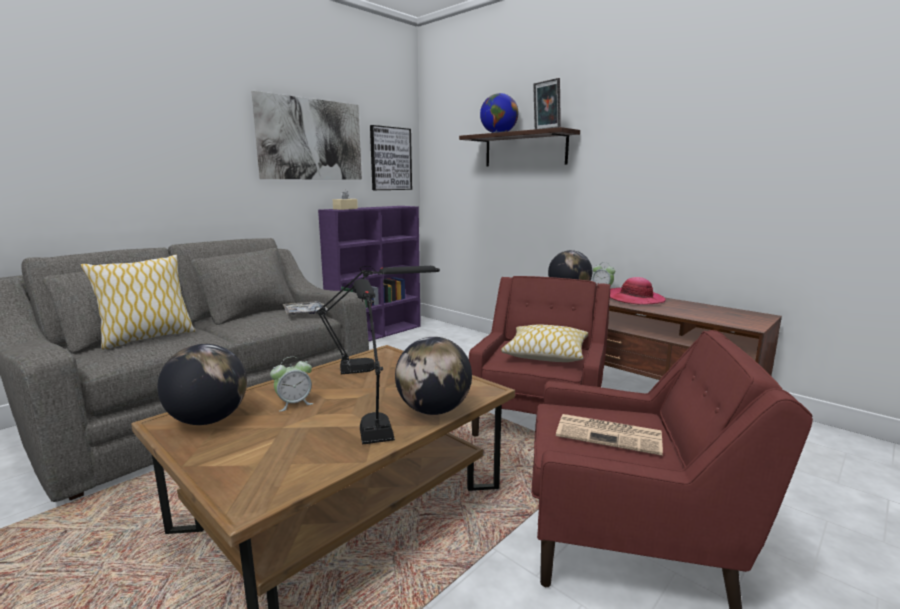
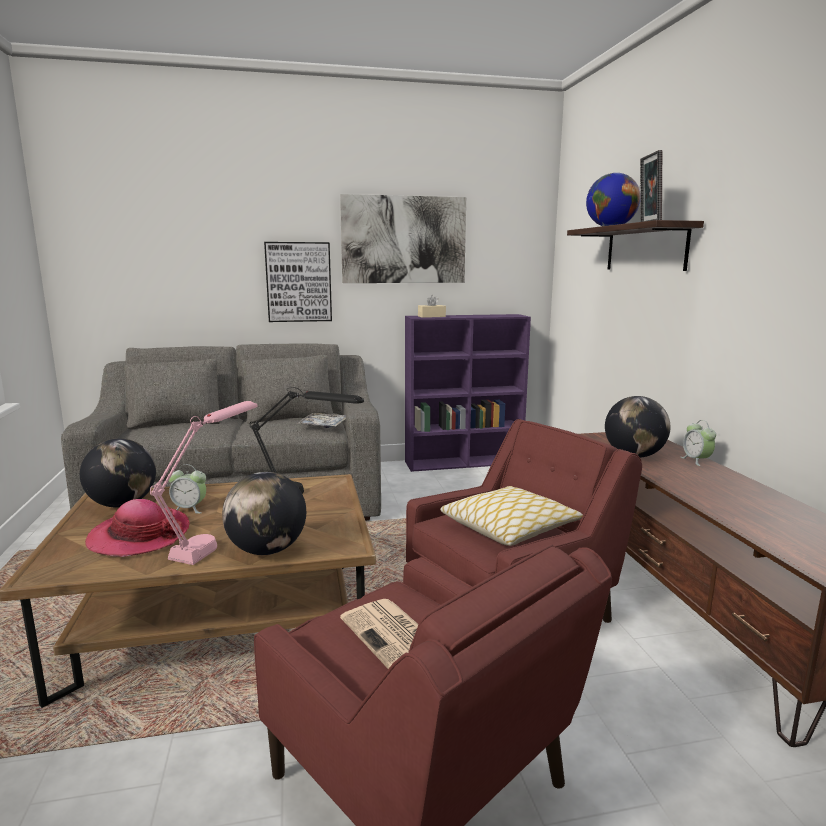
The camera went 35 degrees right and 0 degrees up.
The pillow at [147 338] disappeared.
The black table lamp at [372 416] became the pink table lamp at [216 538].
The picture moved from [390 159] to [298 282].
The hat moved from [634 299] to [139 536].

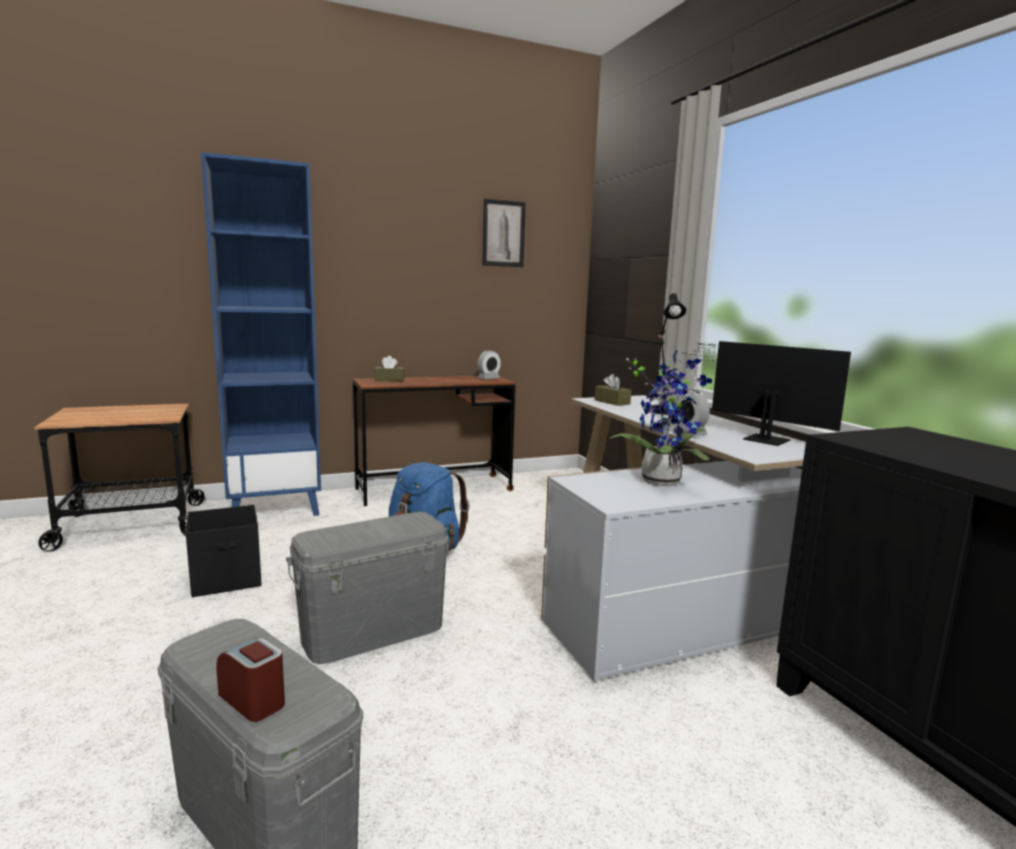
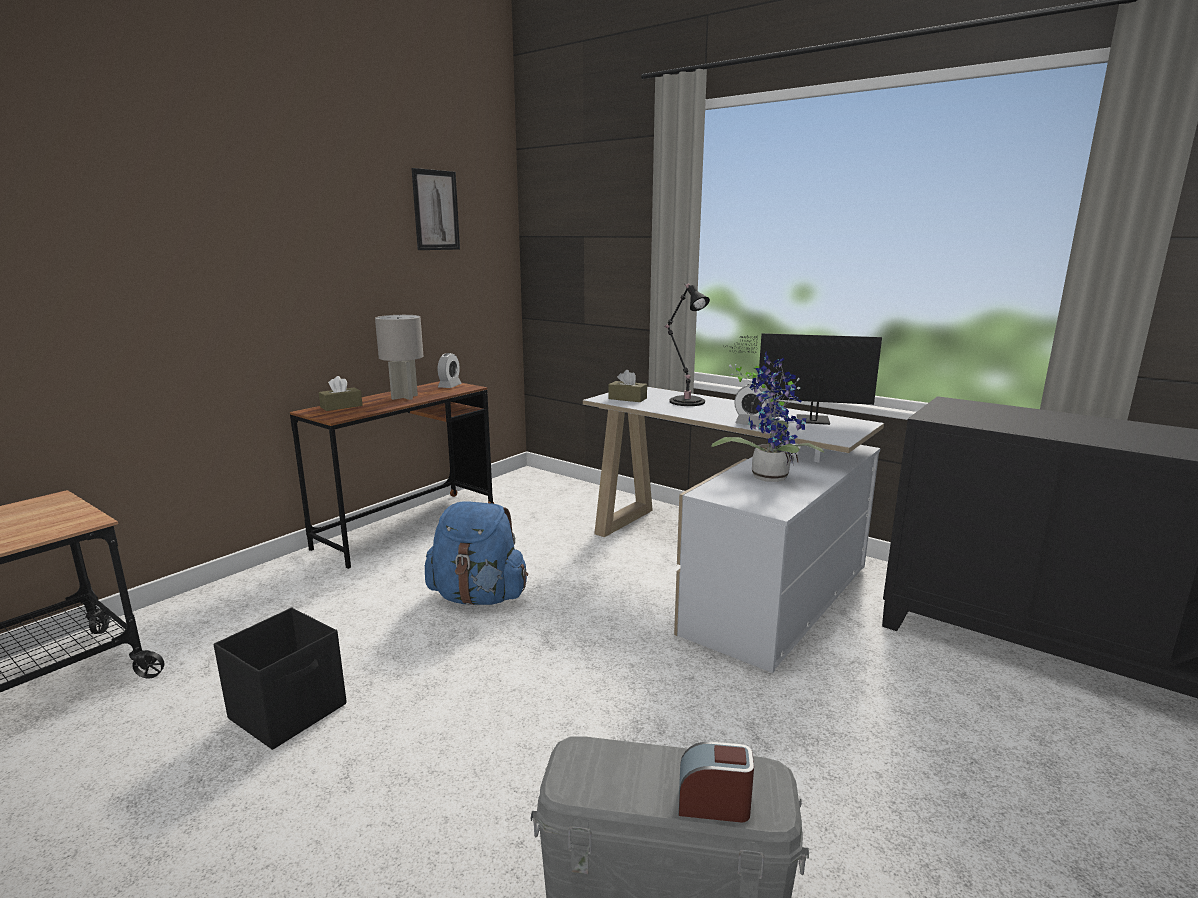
The camera went 30 degrees left and 5 degrees up.
The blue bookcase at [275 508] disappeared.
The grey storage box at [373 631] disappeared.
The grey table lamp at [405 397] appeared.

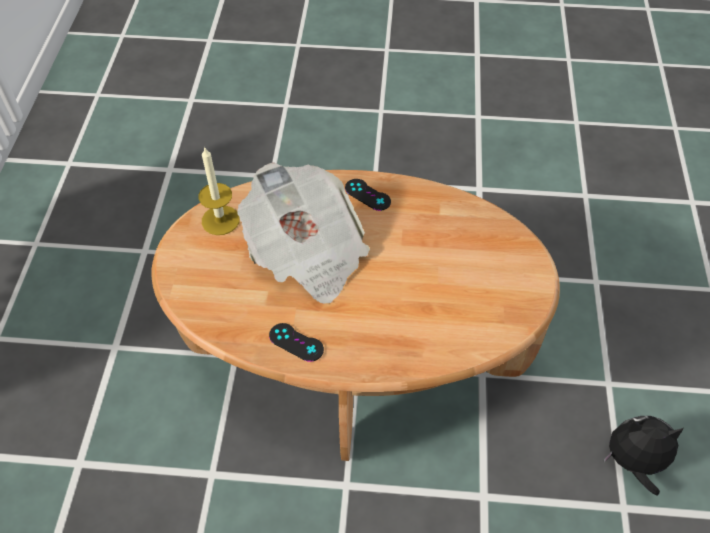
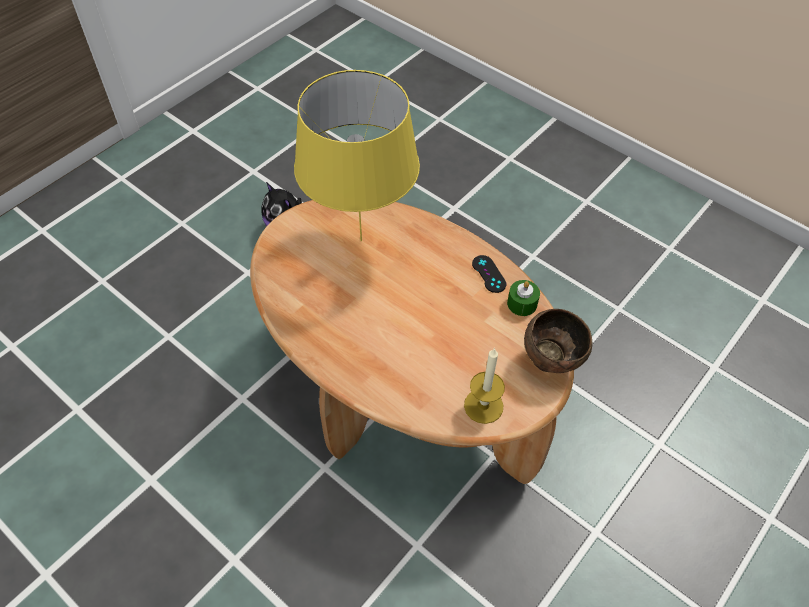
The camera went 145 degrees left and 0 degrees up.
The newspaper at [307 253] disappeared.
The black game controller at [367 195] disappeared.
The yellow table lamp at [360 240] appeared.
The green candle at [522 303] appeared.
The brown bowl at [551 361] appeared.

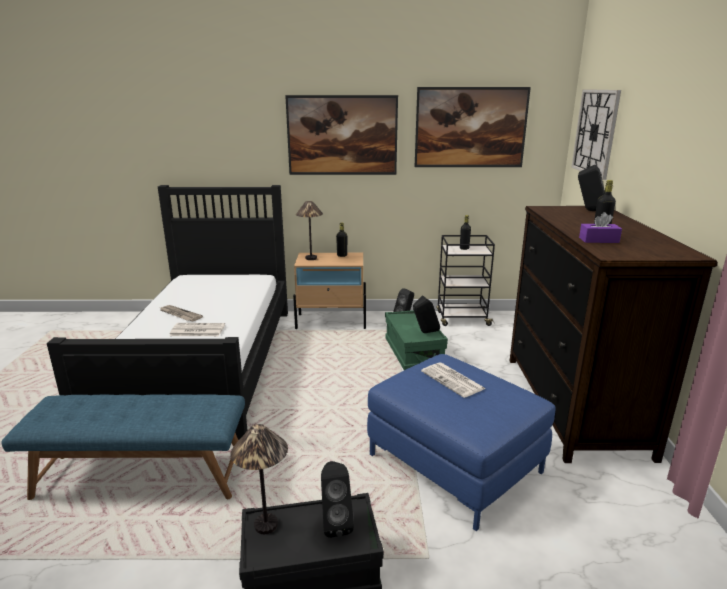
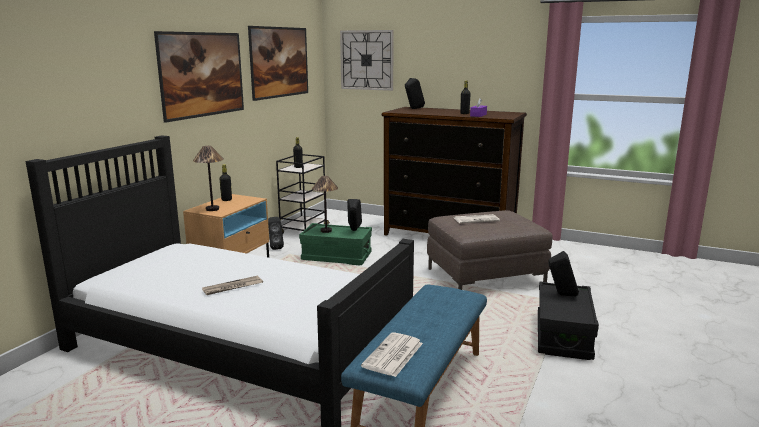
The camera went 65 degrees left and 5 degrees down.
The newspaper moved from [197 330] to [393 355].
The table lamp moved from [265 525] to [326 231].
The blue ottoman at [455 463] became the brown ottoman at [485 277].

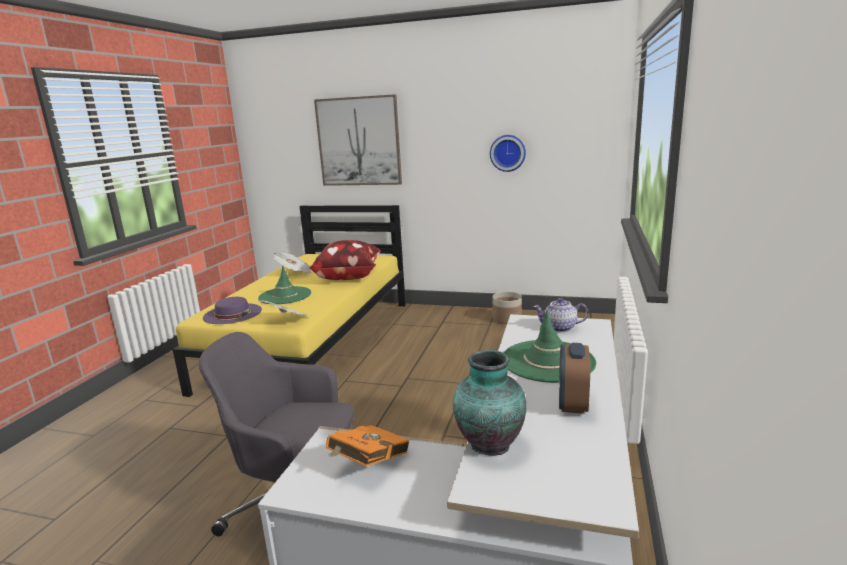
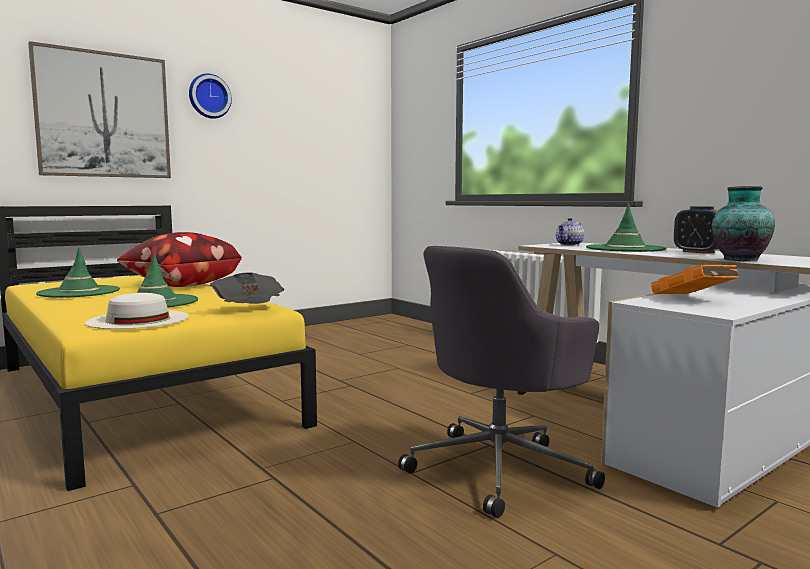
The camera went 55 degrees left and 10 degrees down.
The purple hat at [232 313] became the white hat at [138 319].
The newspaper at [294 272] was replaced by the green hat at [79 292].
The wall clock moved from [508 153] to [209 96].
The planter at [506 319] disappeared.

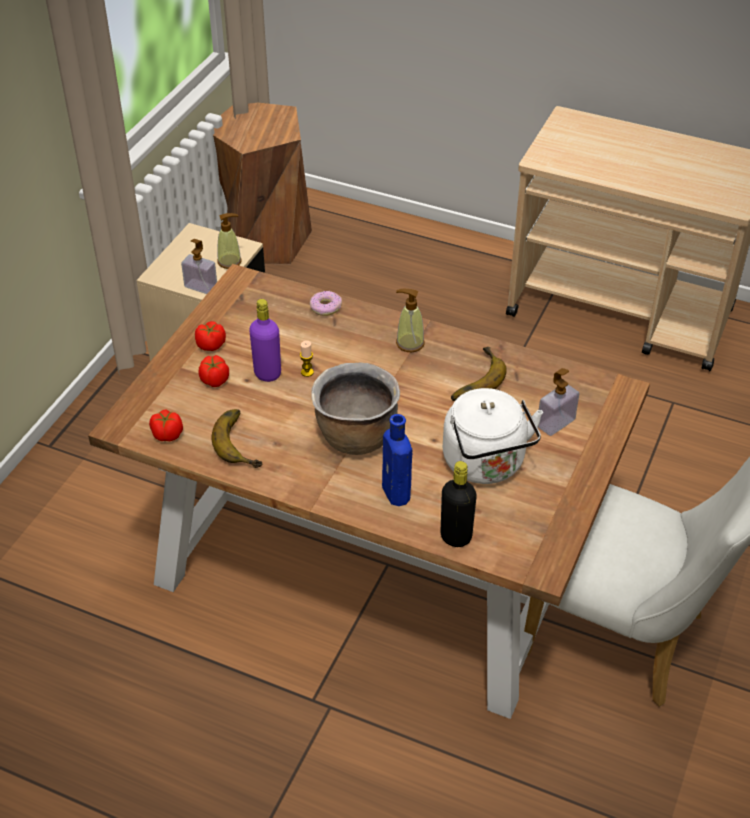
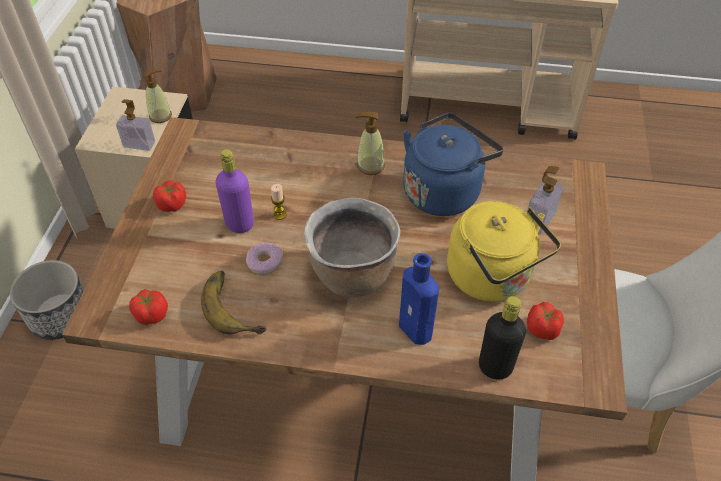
The camera went 15 degrees left and 5 degrees up.
The tomato moved from [214 380] to [542 329].
The donut moved from [325 307] to [264 262].
The white kettle at [486 465] became the yellow kettle at [493 278].
The banana at [473 379] was replaced by the blue kettle at [444 191].
The planter at [61 315] appeared.

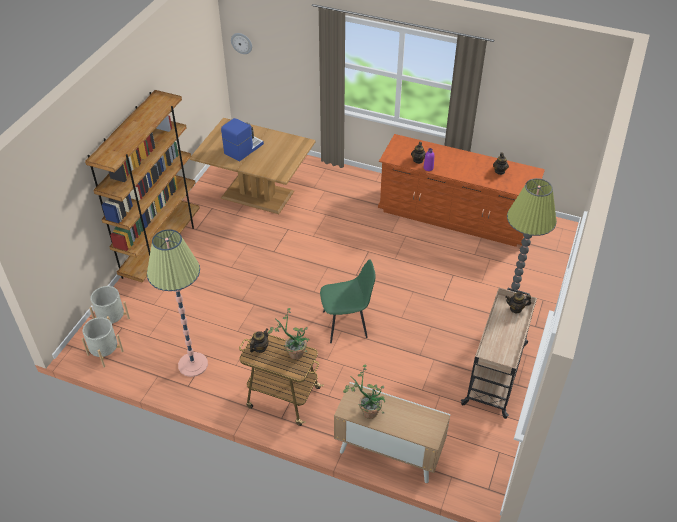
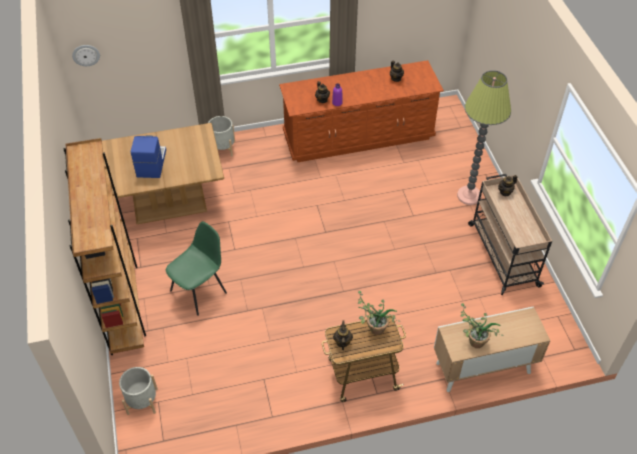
The camera went 35 degrees left and 5 degrees up.
The grey planter moved from [105 353] to [223 148].
The floor lamp at [193 364] disappeared.
The green chair moved from [346 324] to [199 291].

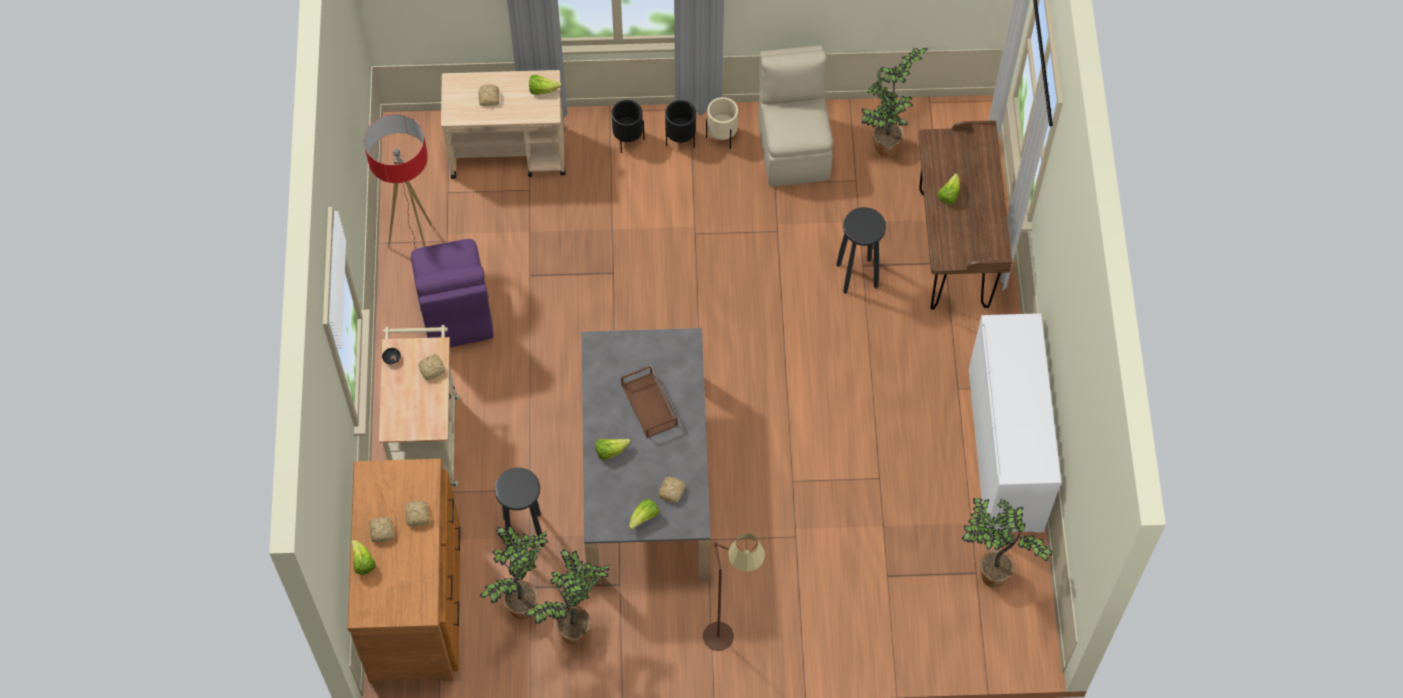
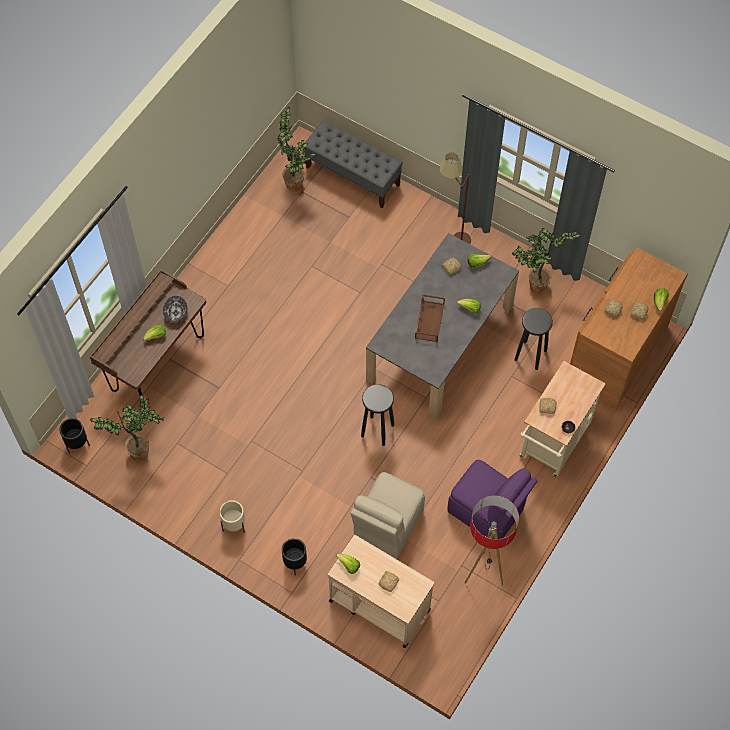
The camera went 145 degrees left and 0 degrees up.
The purple chair at [455 312] turned 105 degrees clockwise.
The potted plant at [522 603] disappeared.
The black planter moved from [681 140] to [77 444].
The beige chair moved from [793 148] to [387 526].
The black stool moved from [857 275] to [377 430].
The white cabinet at [1005 450] disappeared.
The bowl at [175 313] appeared.
The grey bench at [353 176] appeared.

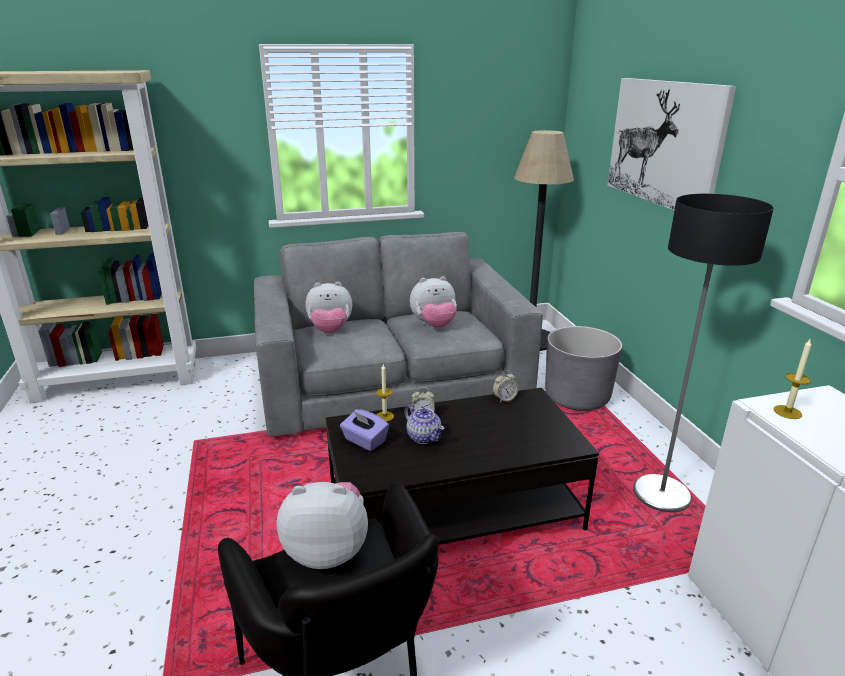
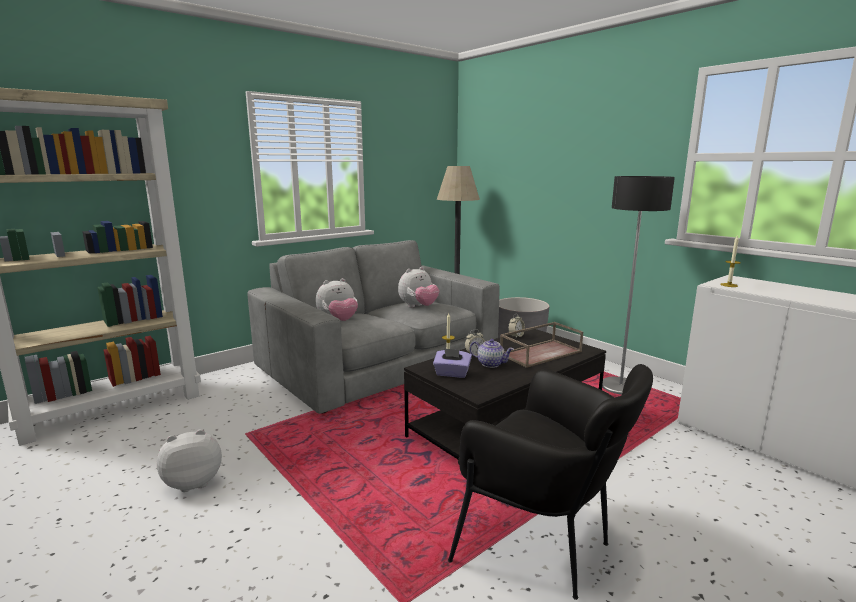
The camera went 25 degrees left and 10 degrees down.
The plush toy moved from [327 550] to [193 482].
The picture at [664 143] disappeared.
The brown tray at [540 352] appeared.

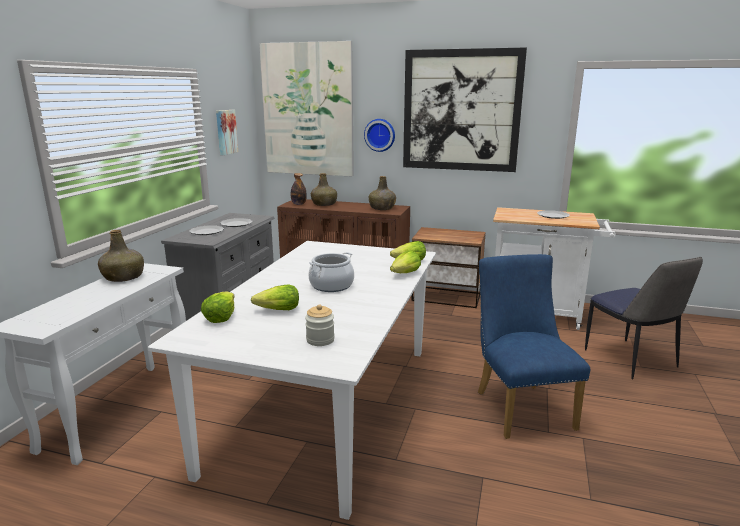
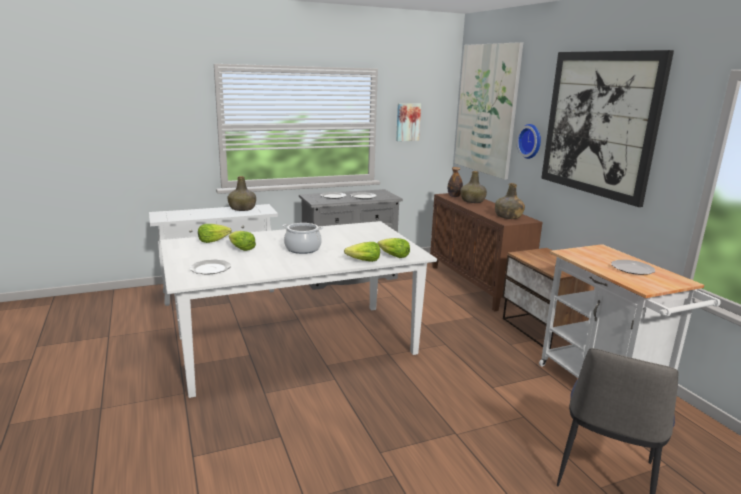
The camera went 50 degrees right and 0 degrees up.
The jar at [320 340] was replaced by the plate at [211 268].
The blue chair at [520 406] disappeared.

